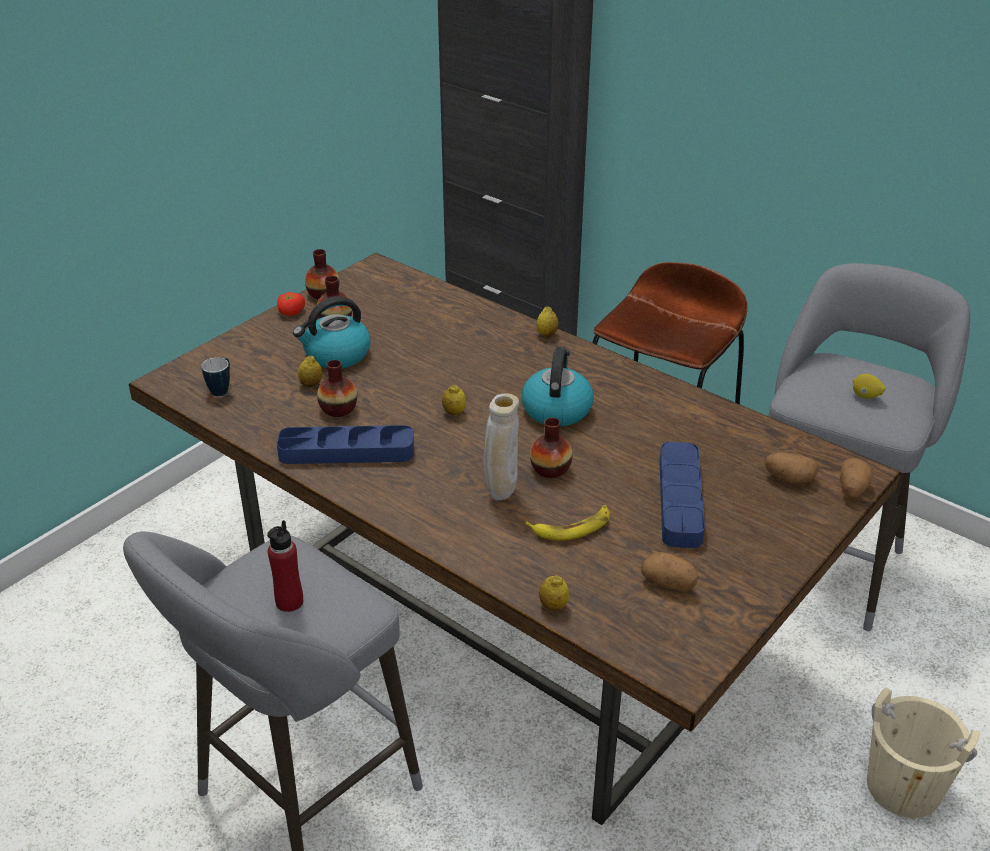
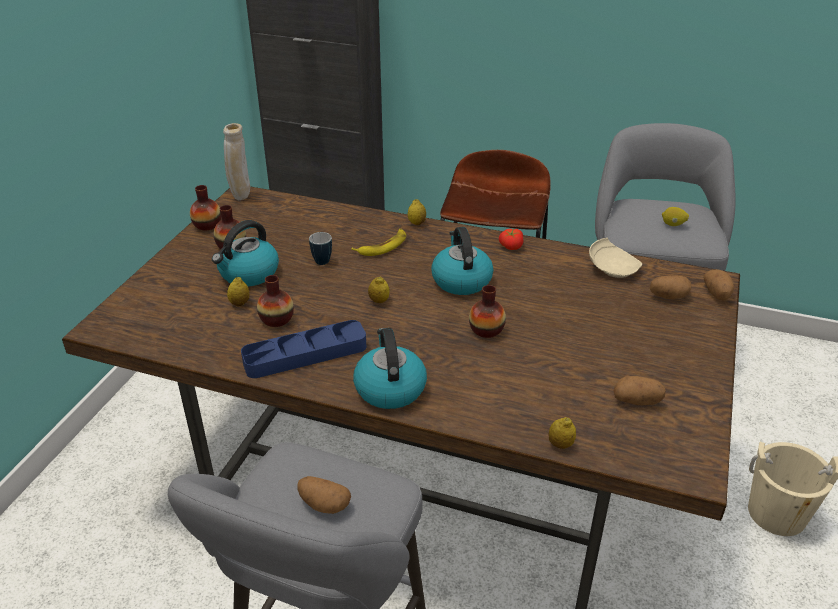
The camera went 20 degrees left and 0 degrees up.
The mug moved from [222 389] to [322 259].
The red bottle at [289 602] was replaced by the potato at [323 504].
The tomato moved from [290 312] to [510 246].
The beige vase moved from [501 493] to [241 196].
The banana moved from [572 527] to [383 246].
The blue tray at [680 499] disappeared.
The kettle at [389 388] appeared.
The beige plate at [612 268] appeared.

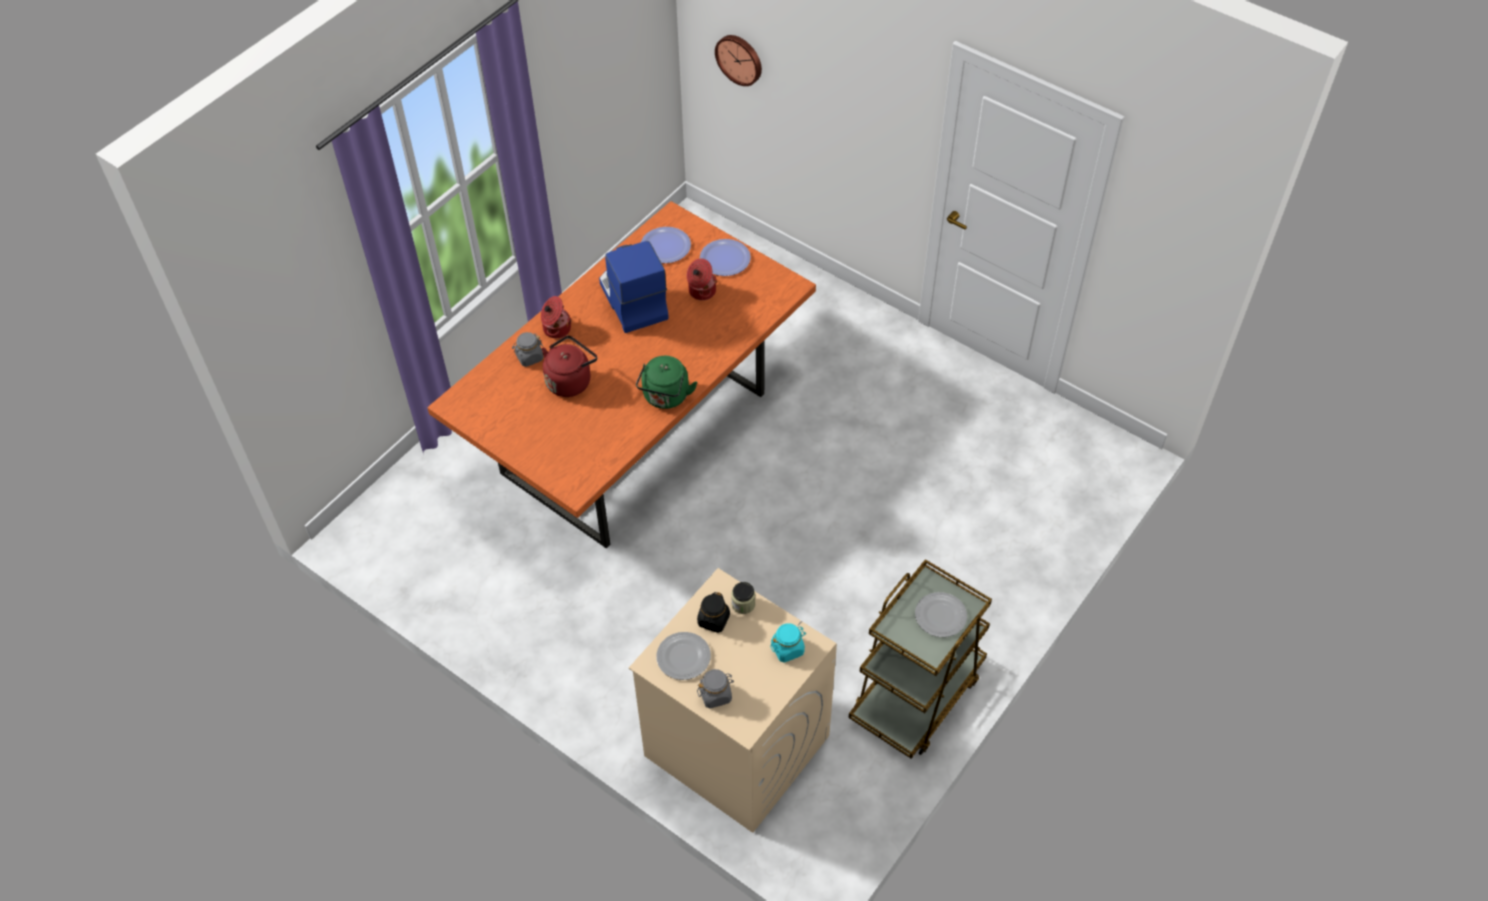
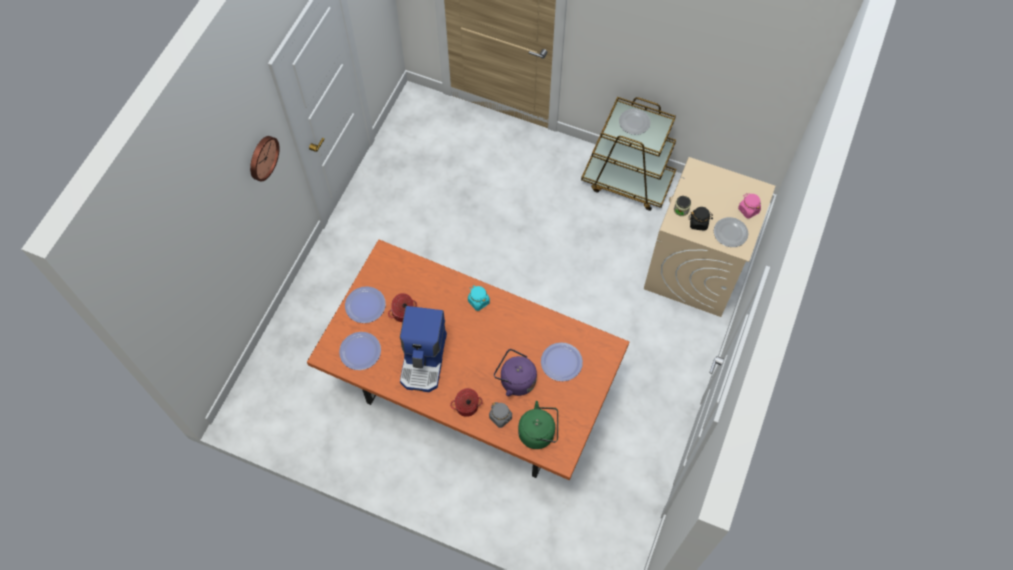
The camera went 105 degrees left and 10 degrees up.
The red kettle at [570 380] became the purple kettle at [515 380].
The coffee machine at [632 300] turned 45 degrees counterclockwise.
The green kettle moved from [665 397] to [539 433].
The grey jar at [715 695] became the pink jar at [748 210].
The wall clock moved from [740 59] to [262 157].
The turquoise jar moved from [788 649] to [478 301].
The plate at [561 362] appeared.

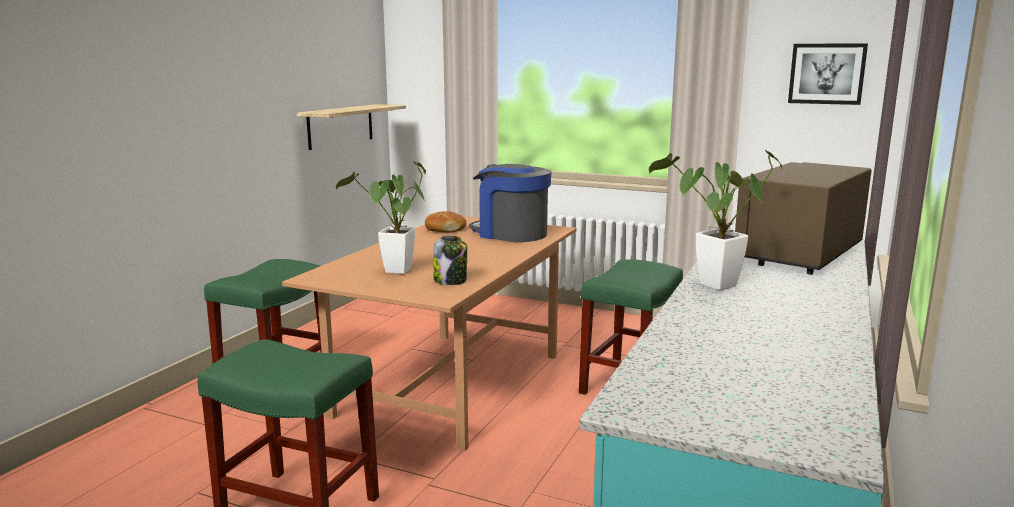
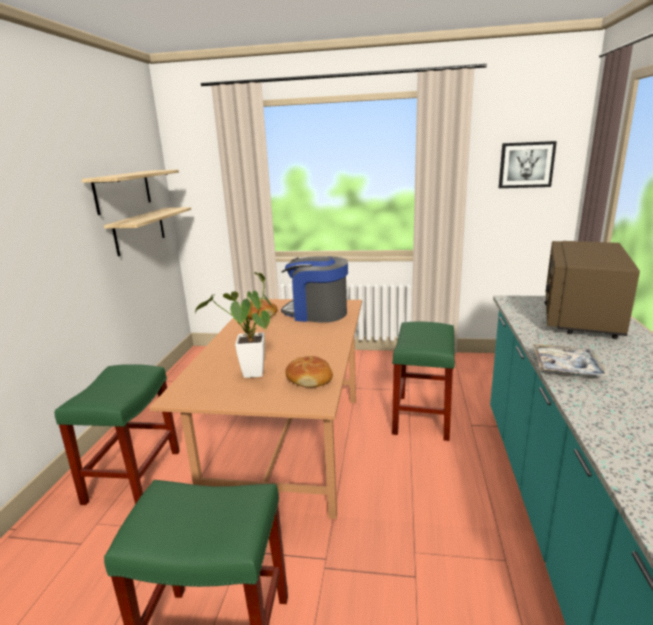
The camera went 15 degrees left and 5 degrees up.
The jar at [451 281] was replaced by the bread at [309 378].
The potted plant at [711 287] was replaced by the tray at [566 367].
The shelf at [123 191] appeared.

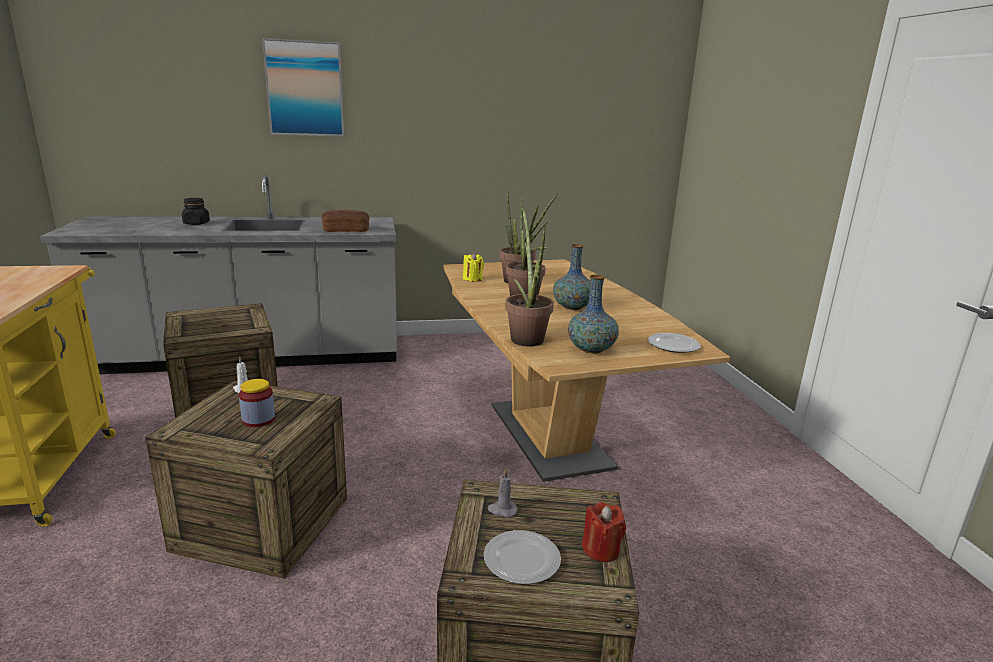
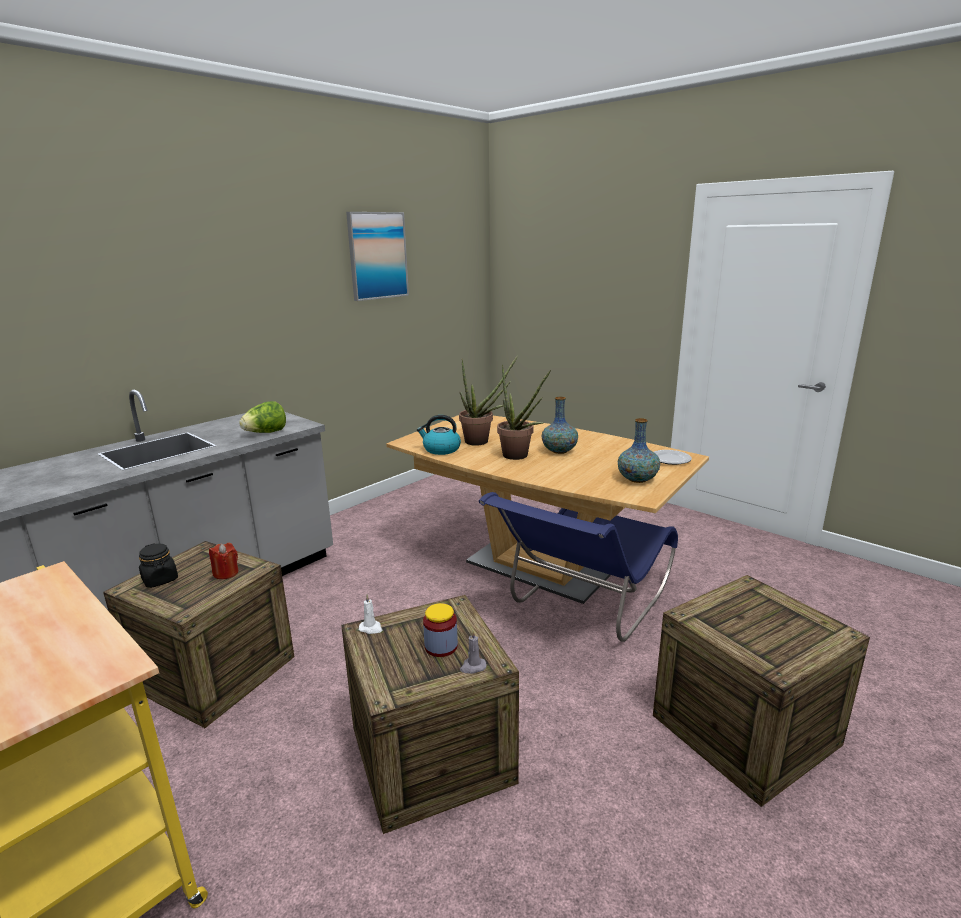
The camera went 35 degrees left and 0 degrees up.
The black jar moved from [196 223] to [160 580].
The picture moved from [305 89] to [377 256].
The bread at [346 230] was replaced by the lettuce at [266 433].
The yellow candle at [472 279] was replaced by the kettle at [441 449].
The plate at [522 559] disappeared.
The grey candle moved from [502 510] to [472 667].
The potted plant at [526 337] disappeared.
The red candle moved from [601 549] to [226 573].
The blue chair at [584 606] appeared.

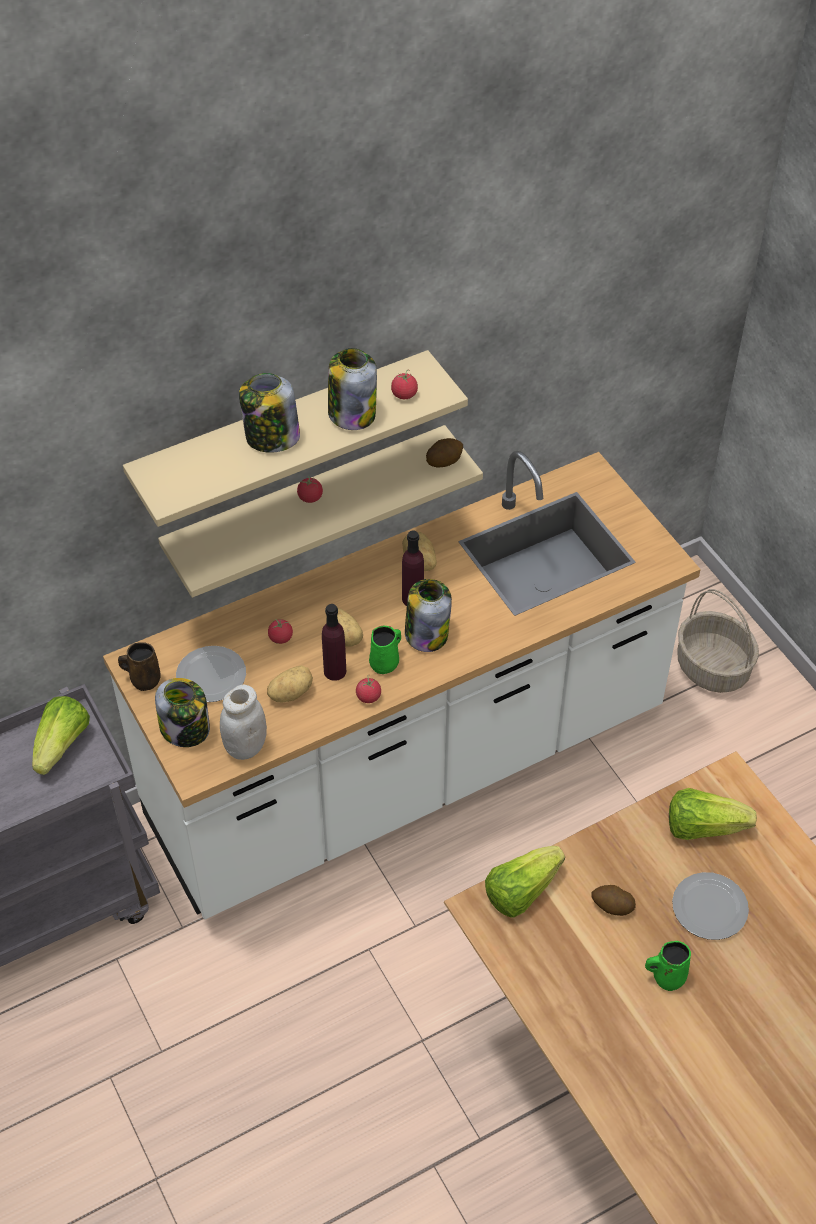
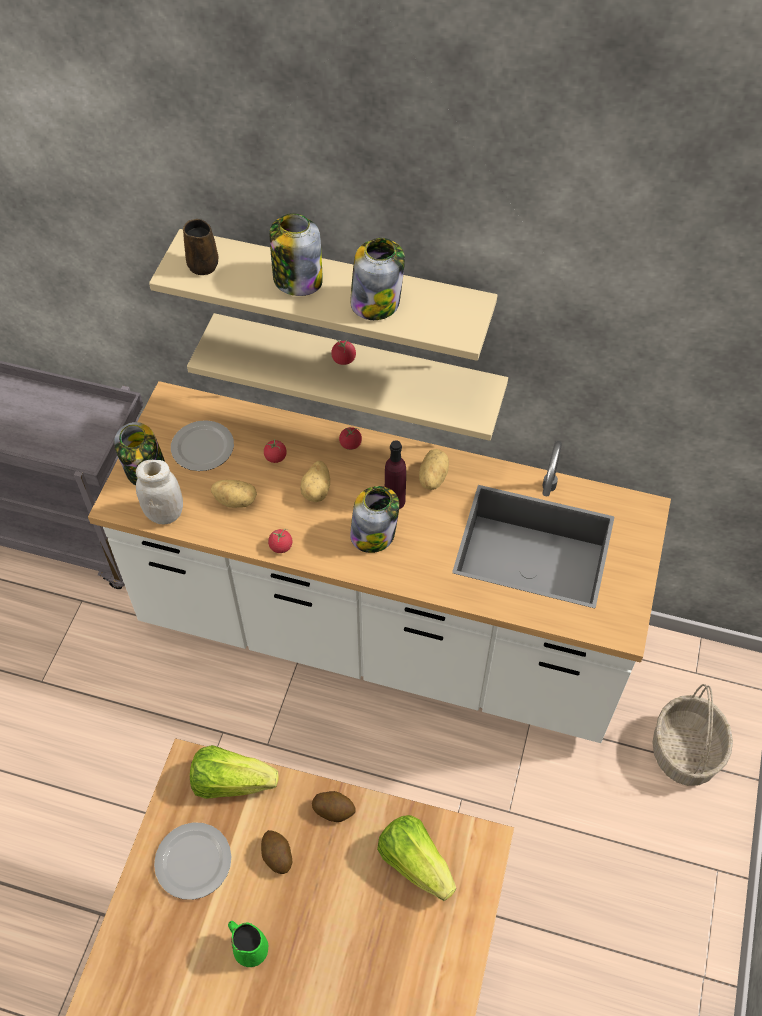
The camera went 45 degrees right and 5 degrees up.
The lettuce at [62 745] disappeared.
The brown mug moved from [143 680] to [202 264].
The purple bottle at [335 671] disappeared.
The green mug at [385 663] disappeared.
The tomato moved from [404 394] to [350 444].
The potato moved from [444 460] to [334 810].
The plate moved from [708 907] to [193 860].

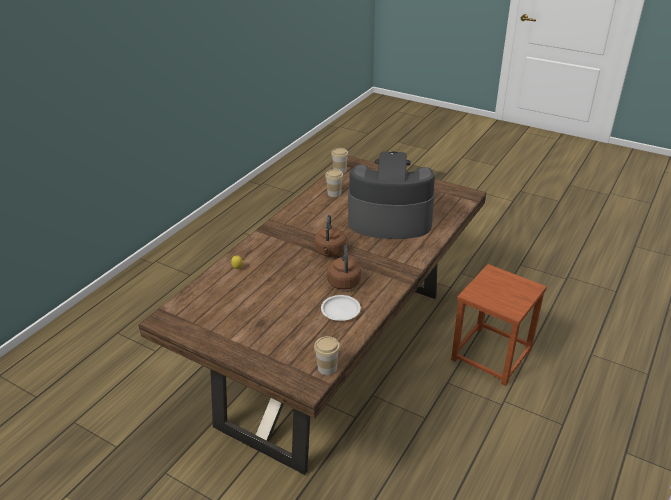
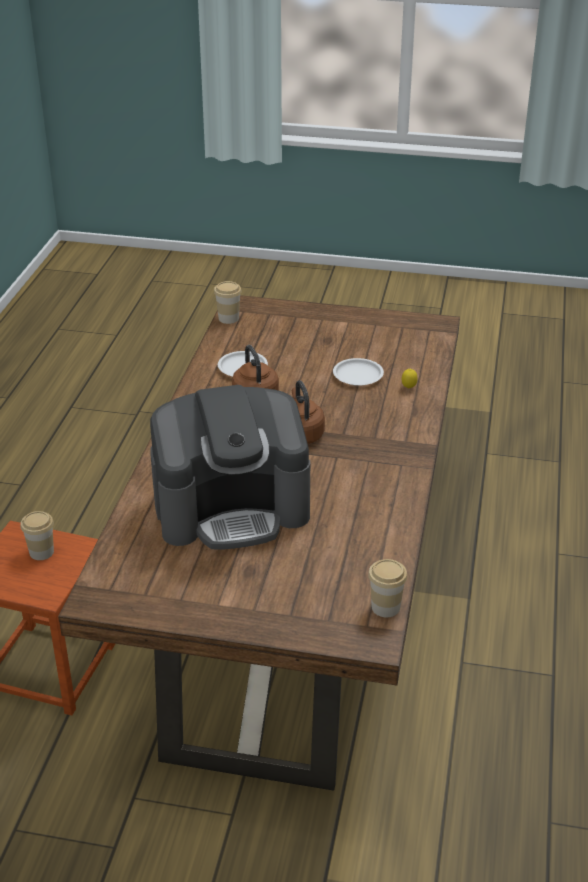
The camera went 160 degrees right and 0 degrees up.
The cup moved from [334 193] to [41 552].
The white plate at [357 375] appeared.

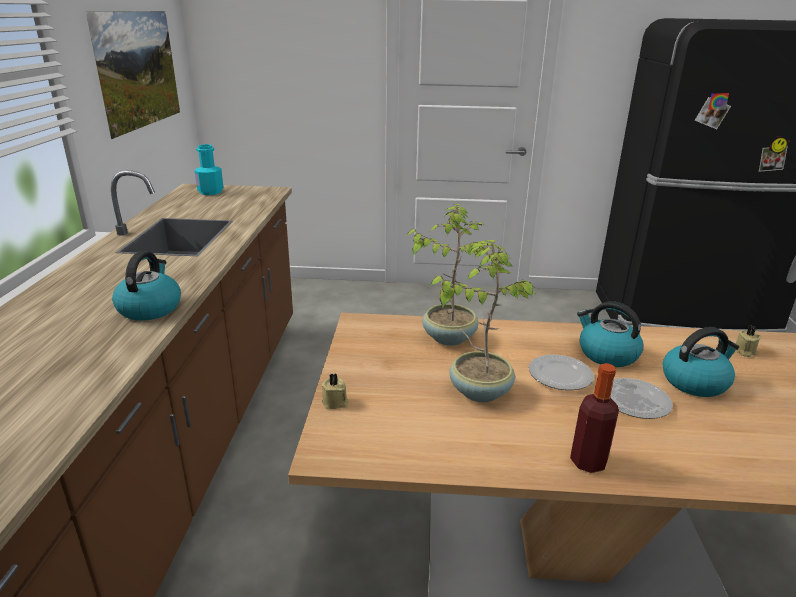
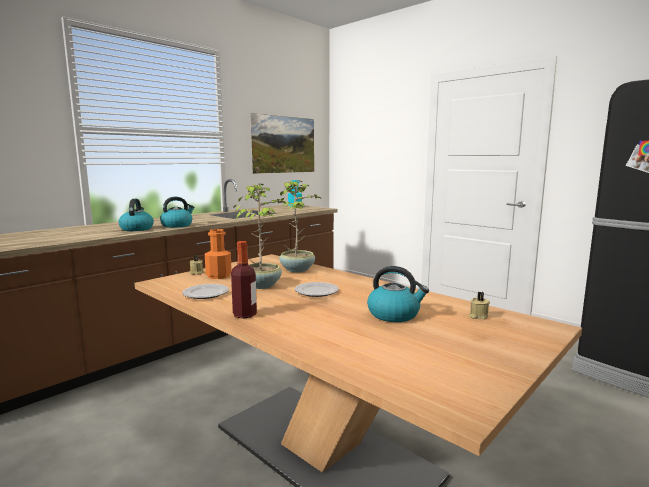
The camera went 40 degrees right and 15 degrees down.
The kettle moved from [606 354] to [137 229].
The plate moved from [635 402] to [205 294].
The orange bottle at [219 276] appeared.

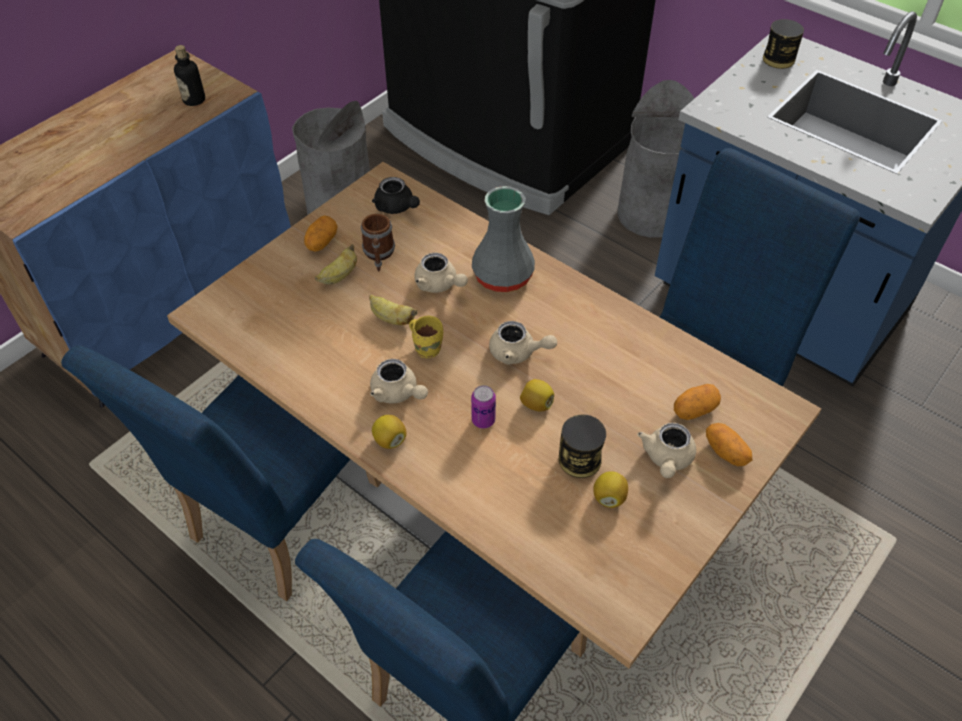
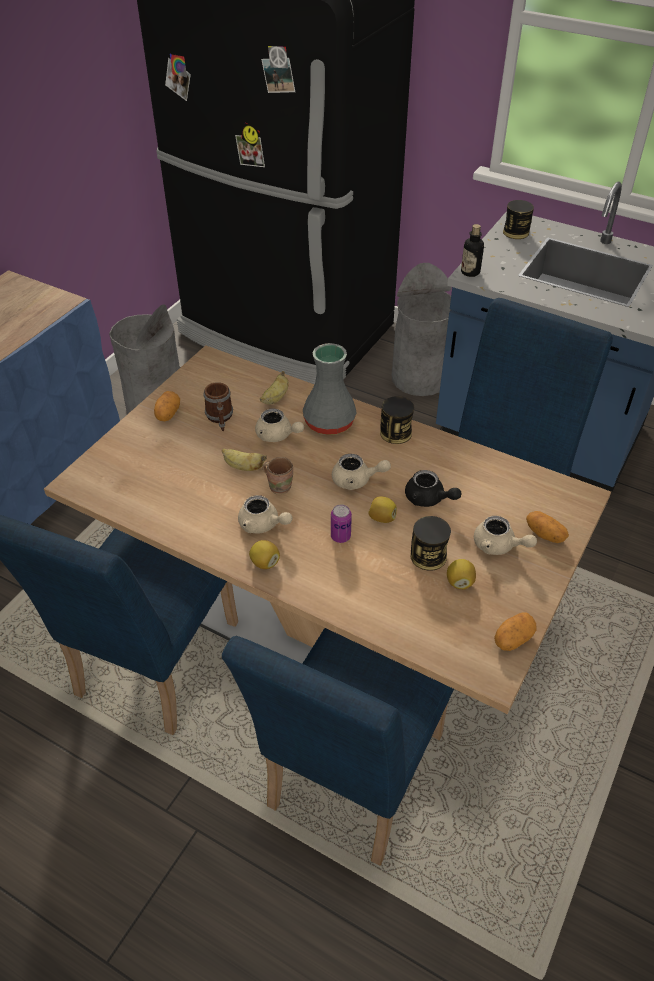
The camera went 10 degrees left and 5 degrees down.
The bottle moved from [194 100] to [470 272].
The banana moved from [339 276] to [275 398].
The black teapot moved from [397 207] to [428 499].
The yellow mug at [428 348] became the brown mug at [279 486].
The beige teapot at [666 459] turned 60 degrees counterclockwise.
The potato moved from [694 409] to [513 639].
The can at [395 433] appeared.

